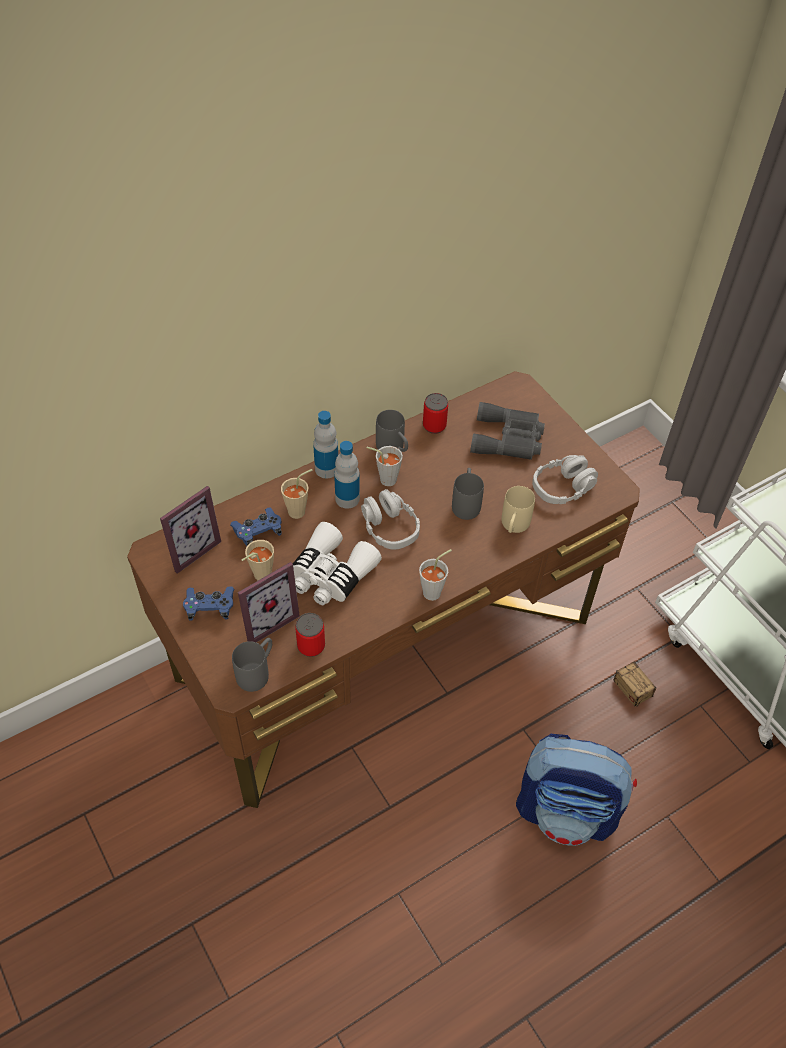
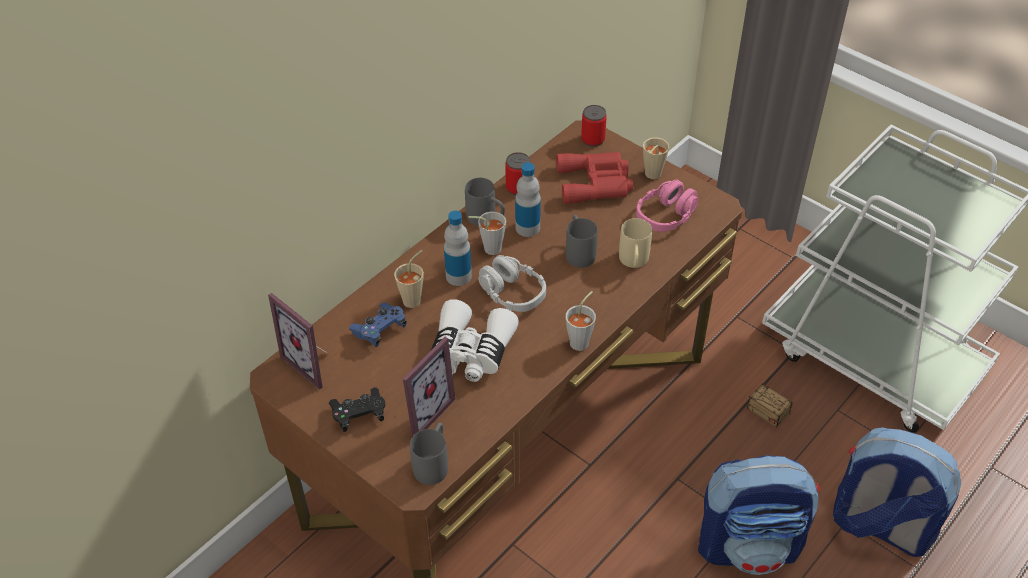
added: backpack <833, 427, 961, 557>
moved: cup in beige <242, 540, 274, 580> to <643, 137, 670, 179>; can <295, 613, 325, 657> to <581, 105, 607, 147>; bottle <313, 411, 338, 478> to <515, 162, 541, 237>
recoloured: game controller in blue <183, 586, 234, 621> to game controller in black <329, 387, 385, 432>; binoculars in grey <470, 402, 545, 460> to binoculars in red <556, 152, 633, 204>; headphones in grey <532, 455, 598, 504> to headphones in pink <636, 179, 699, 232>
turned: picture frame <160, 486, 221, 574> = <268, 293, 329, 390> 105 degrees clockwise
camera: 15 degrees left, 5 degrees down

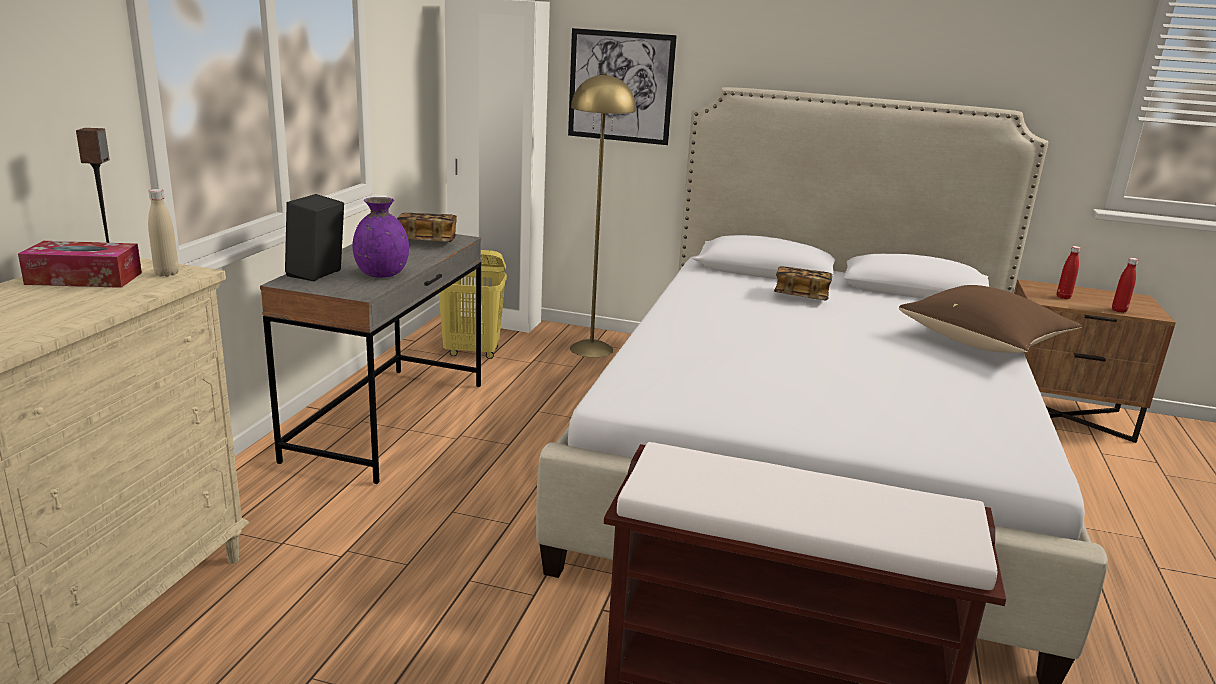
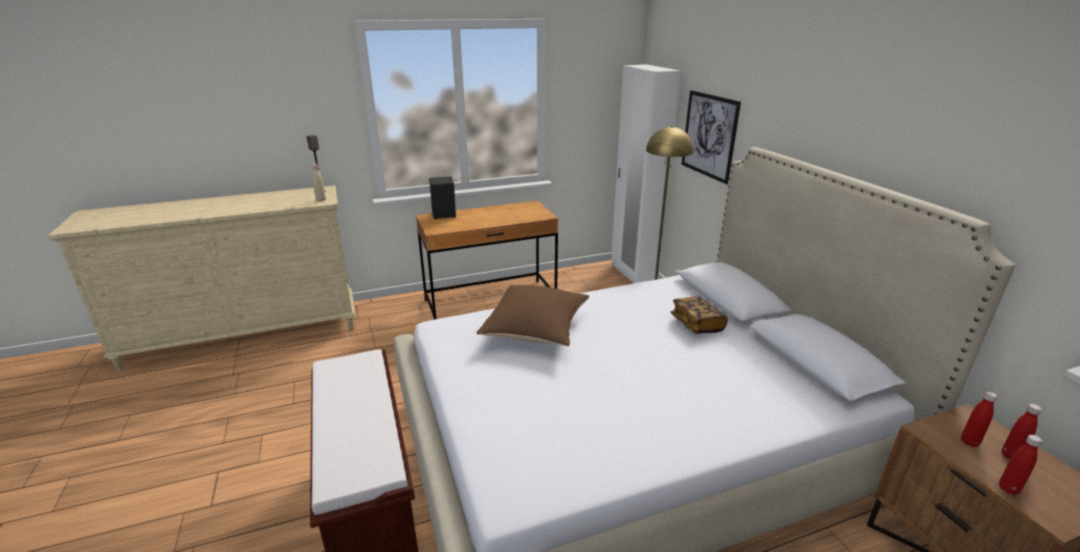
removed: tissue box <18, 241, 142, 288>; vase in purple <352, 197, 409, 278>; book <397, 213, 457, 242>; laundry basket in yellow <439, 250, 507, 359>
added: bottle in red <1002, 404, 1042, 459>
moved: pillow in brown <899, 285, 1082, 353> to <477, 285, 589, 346>
recoloured: desk in grey <260, 234, 481, 484> to desk in brown <416, 201, 558, 320>
camera: 55 degrees right, 5 degrees up

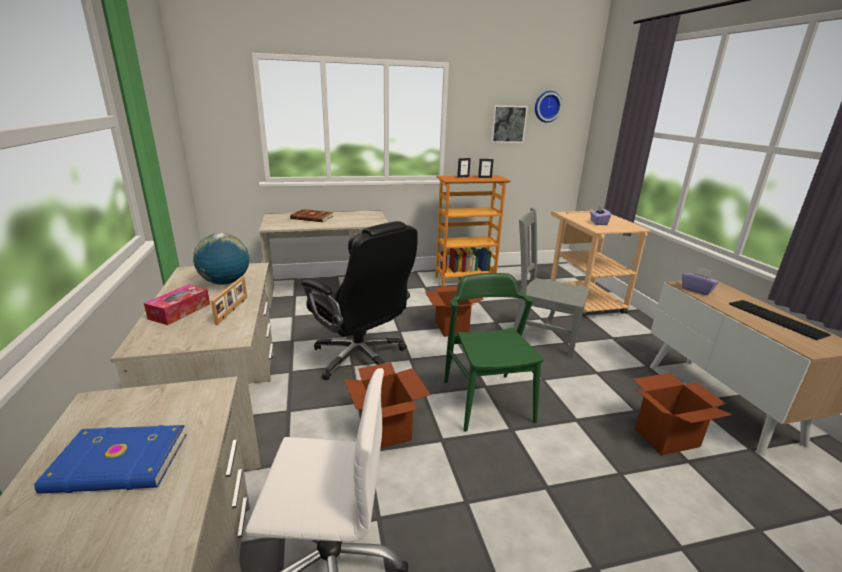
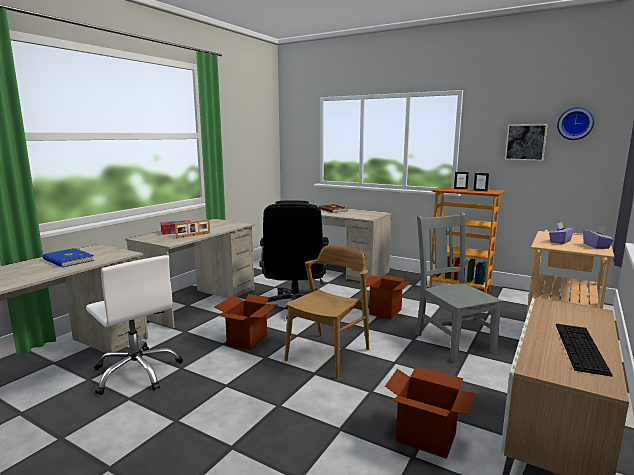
removed: globe <193, 233, 249, 285>
moved: tissue box in purple <682, 267, 719, 295> to <583, 226, 614, 249>
recoloured: chair in green <444, 273, 544, 432> to chair in brown <285, 245, 369, 379>
camera: 45 degrees right, 10 degrees down

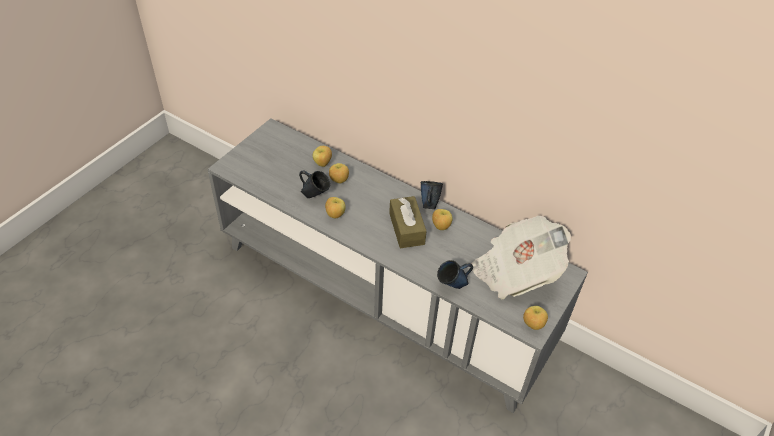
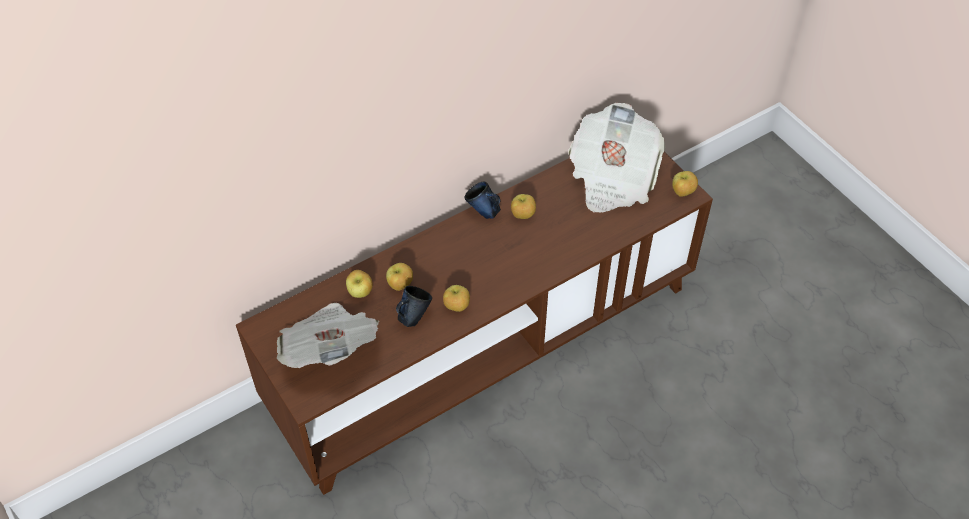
removed: tissue box in brown <389, 196, 427, 248>; mug in blue <437, 260, 473, 289>
added: newspaper <277, 303, 379, 368>
recoloured: tv stand in grey <208, 118, 588, 413> to tv stand in brown <236, 152, 713, 495>
camera: 65 degrees left, 5 degrees up

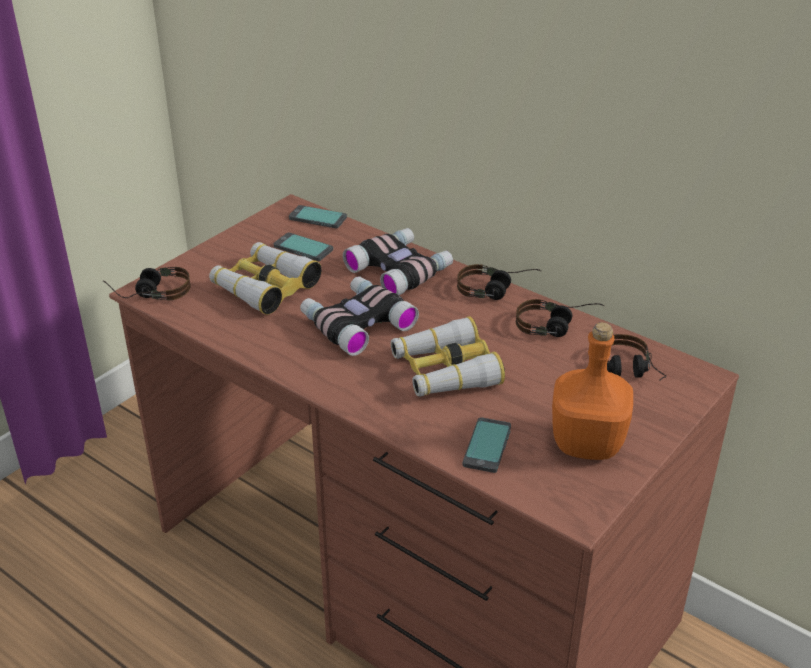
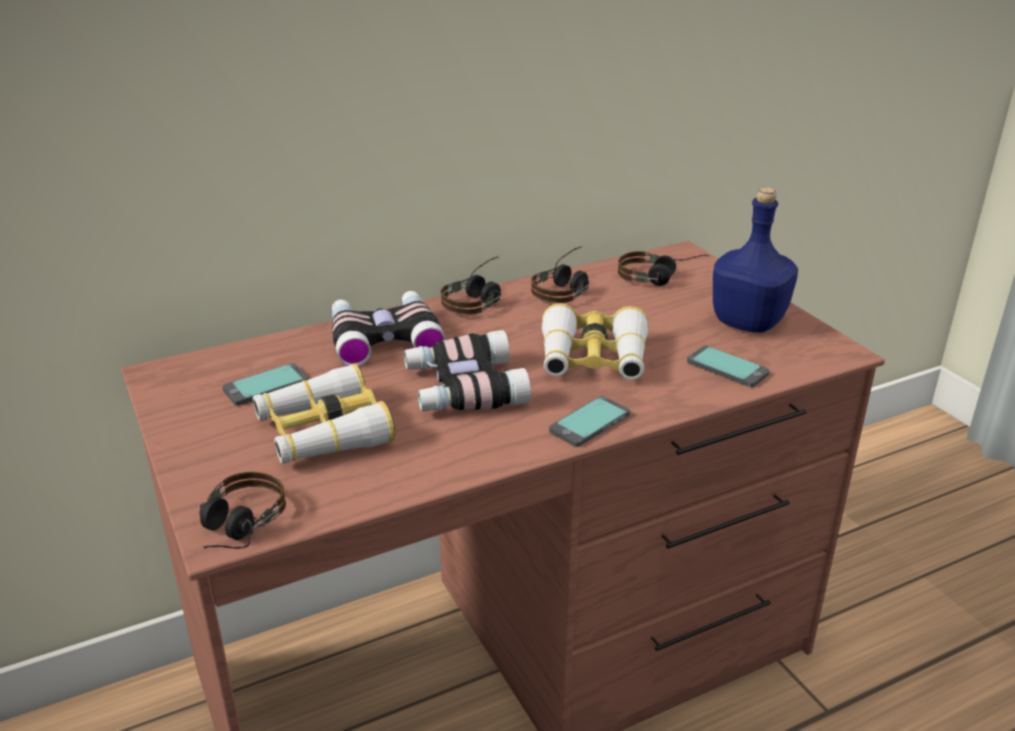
moved: phone <289, 205, 347, 228> to <549, 396, 630, 447>
recoloured: bottle in orange <552, 322, 633, 460> to bottle in blue <713, 187, 798, 333>
camera: 65 degrees left, 5 degrees down

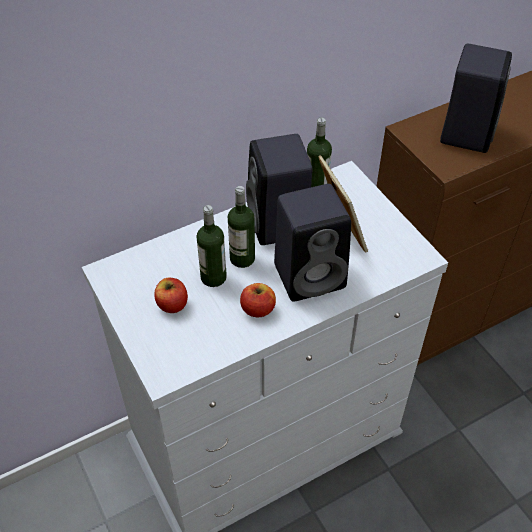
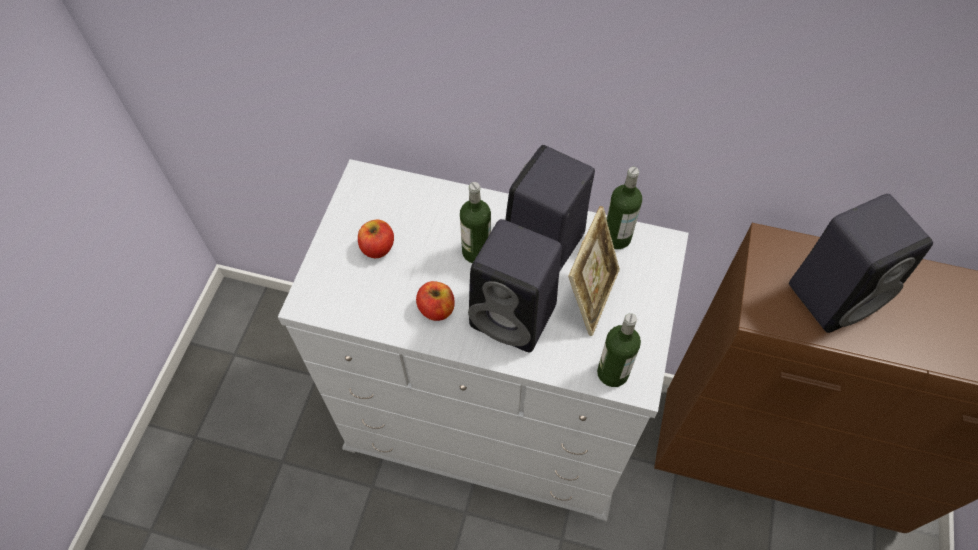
moved: bottle <196, 205, 227, 287> to <597, 313, 641, 387>
camera: 45 degrees right, 10 degrees up

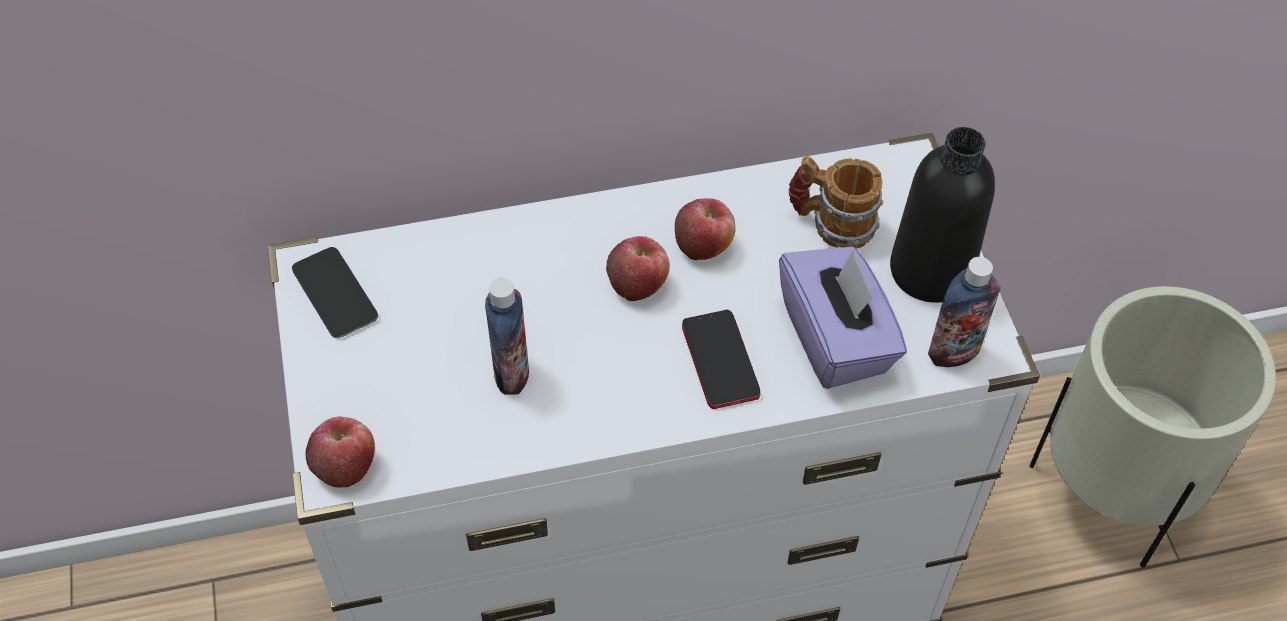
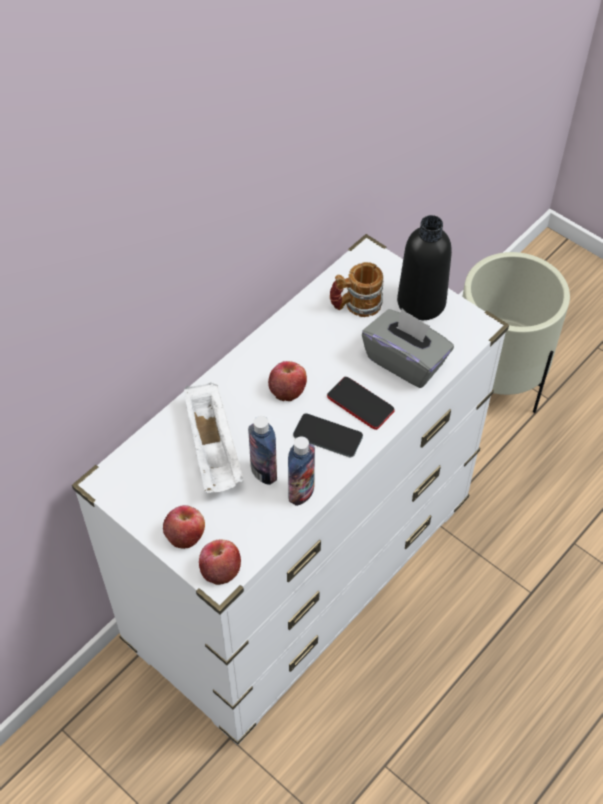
added: tray in white <184, 382, 243, 493>
moved: phone <292, 247, 378, 338> to <293, 413, 363, 457>; apple <675, 198, 736, 260> to <163, 505, 205, 549>; bottle <928, 257, 1001, 367> to <288, 436, 315, 506>
recoloured: tissue box in purple <779, 247, 907, 389> to tissue box in grey <362, 309, 454, 388>
camera: 35 degrees left, 0 degrees up

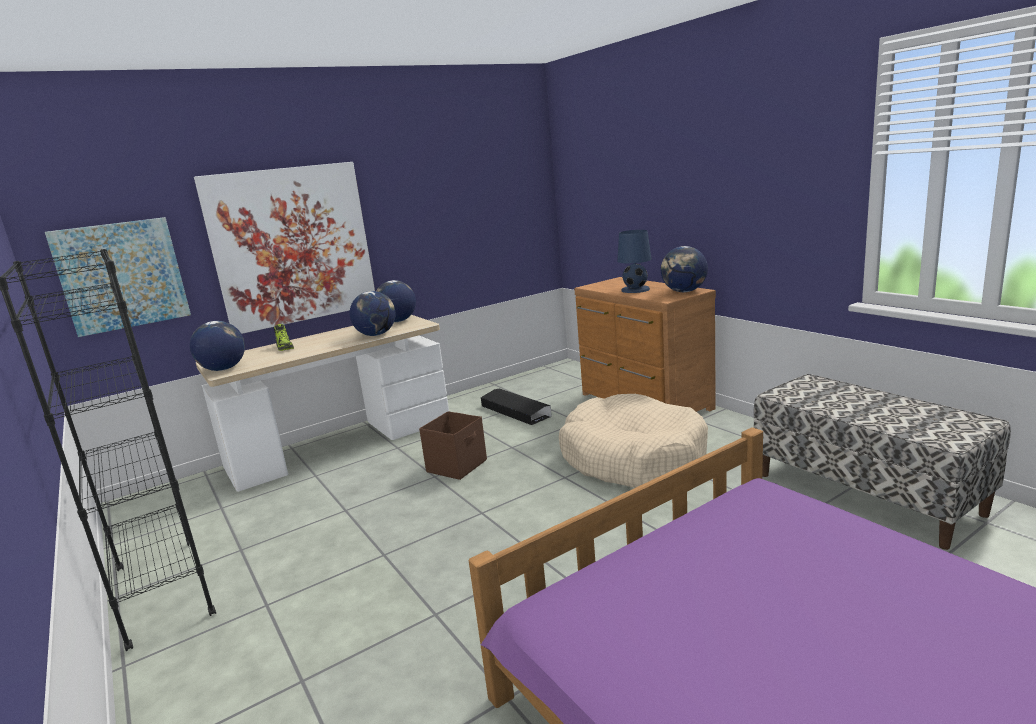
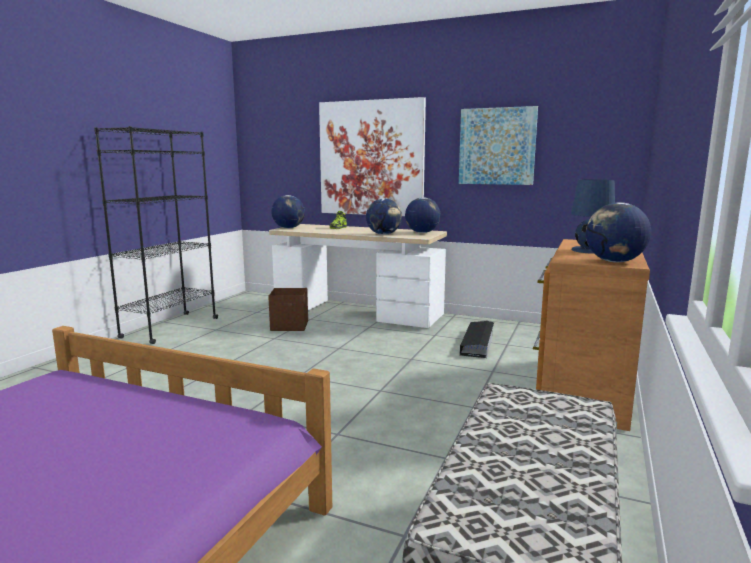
removed: dog bed in beige <559, 394, 708, 488>
moved: picture <45, 217, 191, 337> to <459, 106, 538, 185>; storage box in brown <419, 411, 487, 480> to <268, 288, 308, 331>
camera: 55 degrees right, 5 degrees down

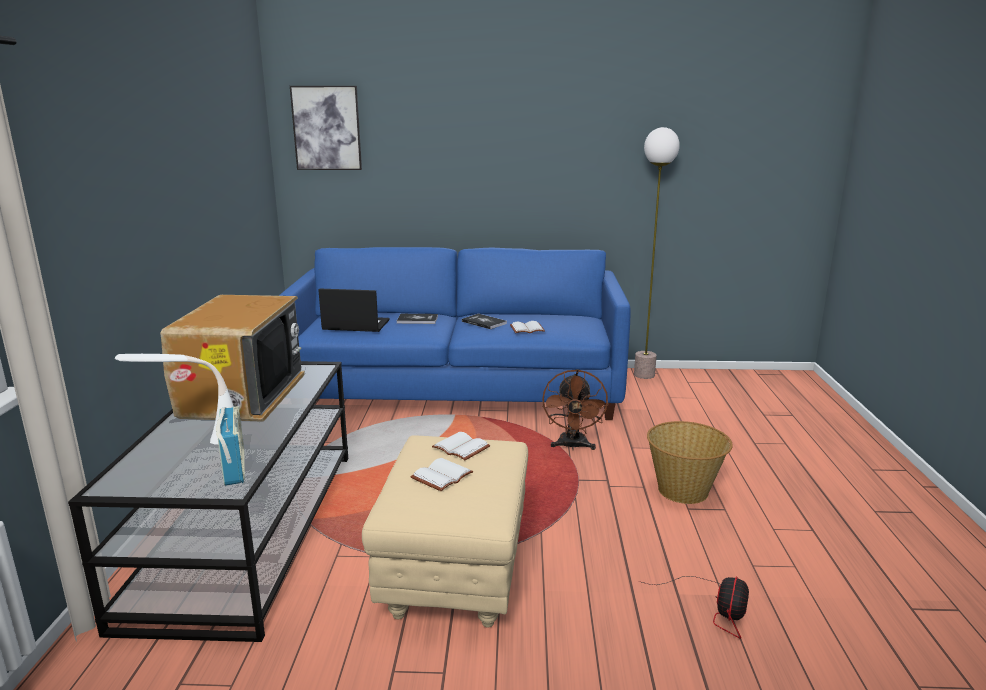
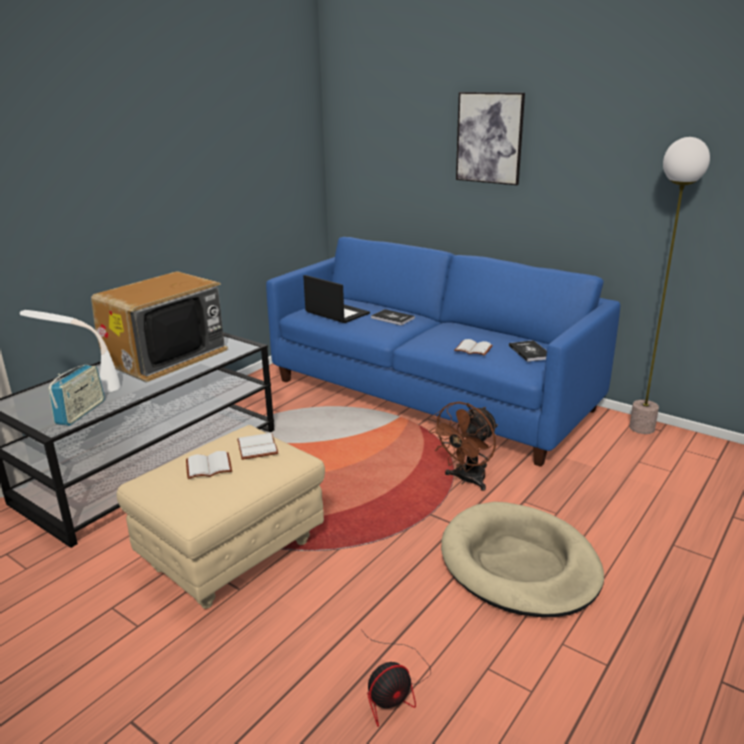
moved: picture <290, 86, 362, 170> to <456, 92, 525, 185>; book <462, 314, 507, 330> to <509, 340, 547, 362>
replaced: basket <647, 421, 733, 504> to dog bed in beige <441, 502, 604, 617>
camera: 35 degrees right, 5 degrees up

